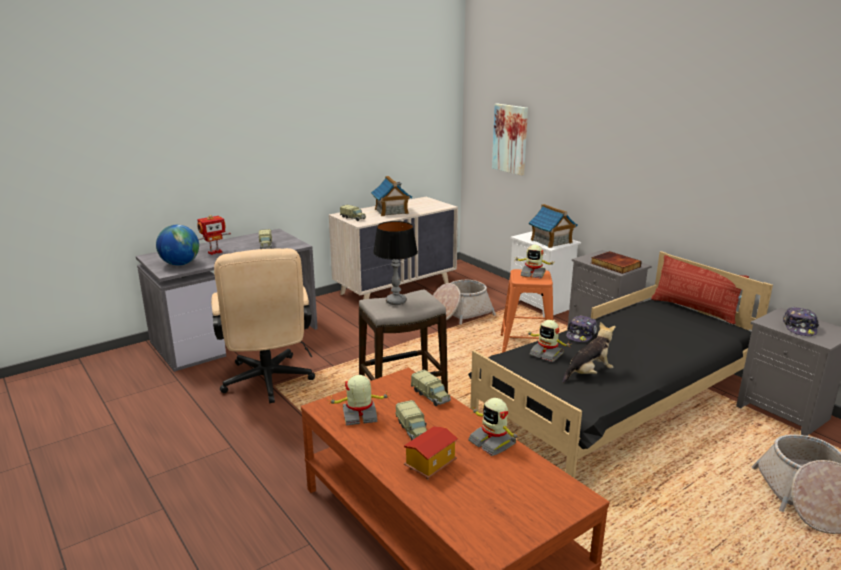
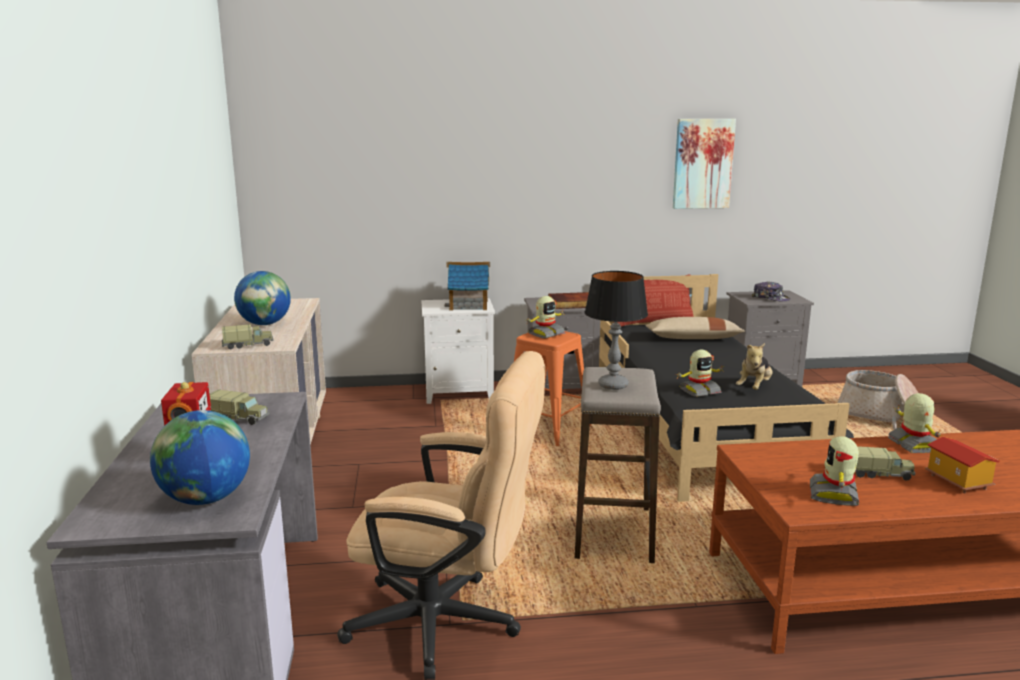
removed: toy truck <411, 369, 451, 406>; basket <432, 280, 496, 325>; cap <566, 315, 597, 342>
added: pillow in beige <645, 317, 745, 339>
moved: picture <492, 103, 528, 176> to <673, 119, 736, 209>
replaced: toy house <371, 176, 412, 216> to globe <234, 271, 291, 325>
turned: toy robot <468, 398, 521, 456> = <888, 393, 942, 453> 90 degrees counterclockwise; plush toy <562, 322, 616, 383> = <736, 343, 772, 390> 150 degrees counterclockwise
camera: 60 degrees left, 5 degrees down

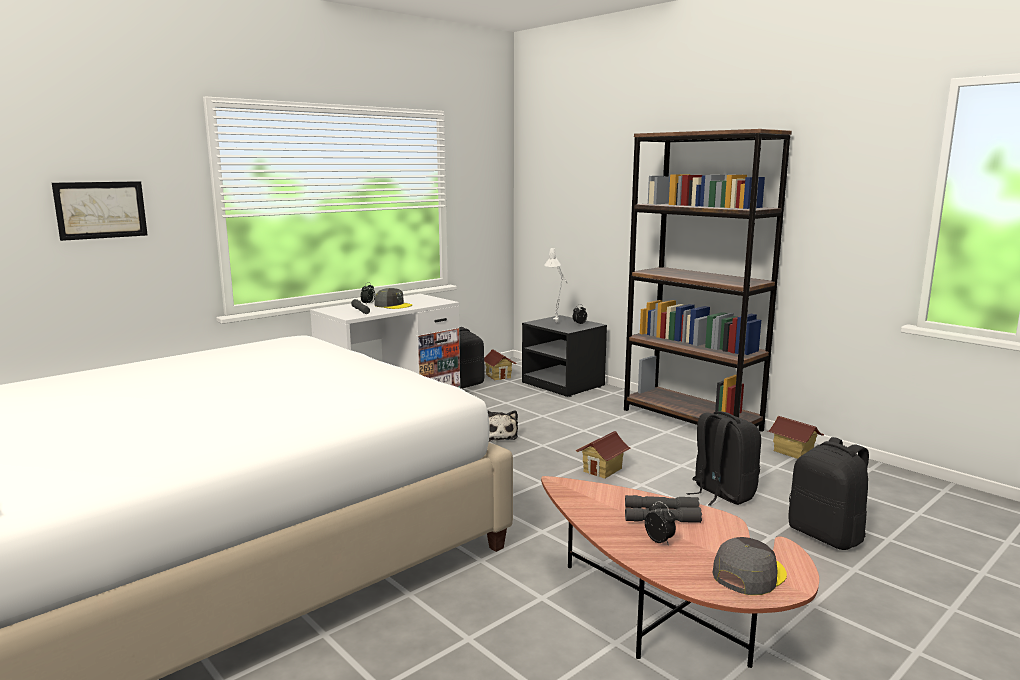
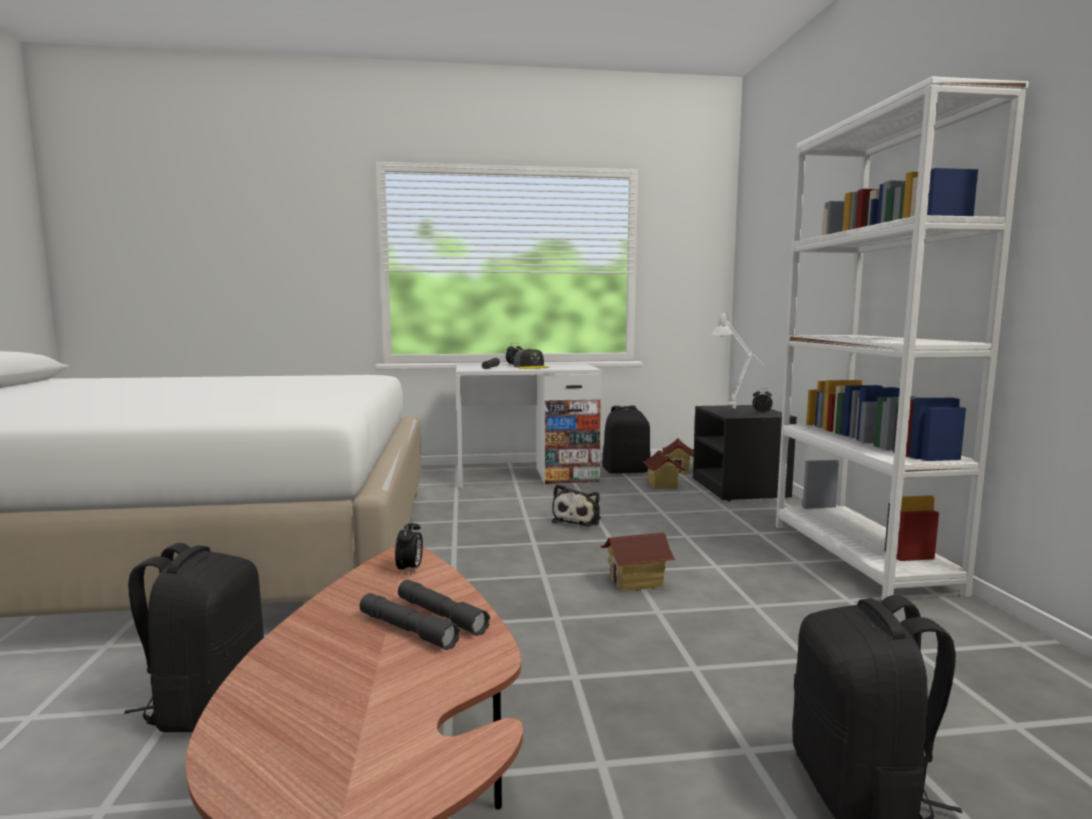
removed: picture <52, 181, 148, 241>; cap in grey <713, 537, 787, 595>
moved: alarm clock <645, 501, 676, 545> to <395, 518, 423, 575>; backpack in black <686, 411, 761, 506> to <124, 543, 264, 732>; toy house <768, 416, 824, 459> to <642, 450, 685, 489>
recoloured: bookcase in brown <624, 129, 792, 432> to bookcase in white <776, 76, 1029, 600>
camera: 35 degrees right, 5 degrees down

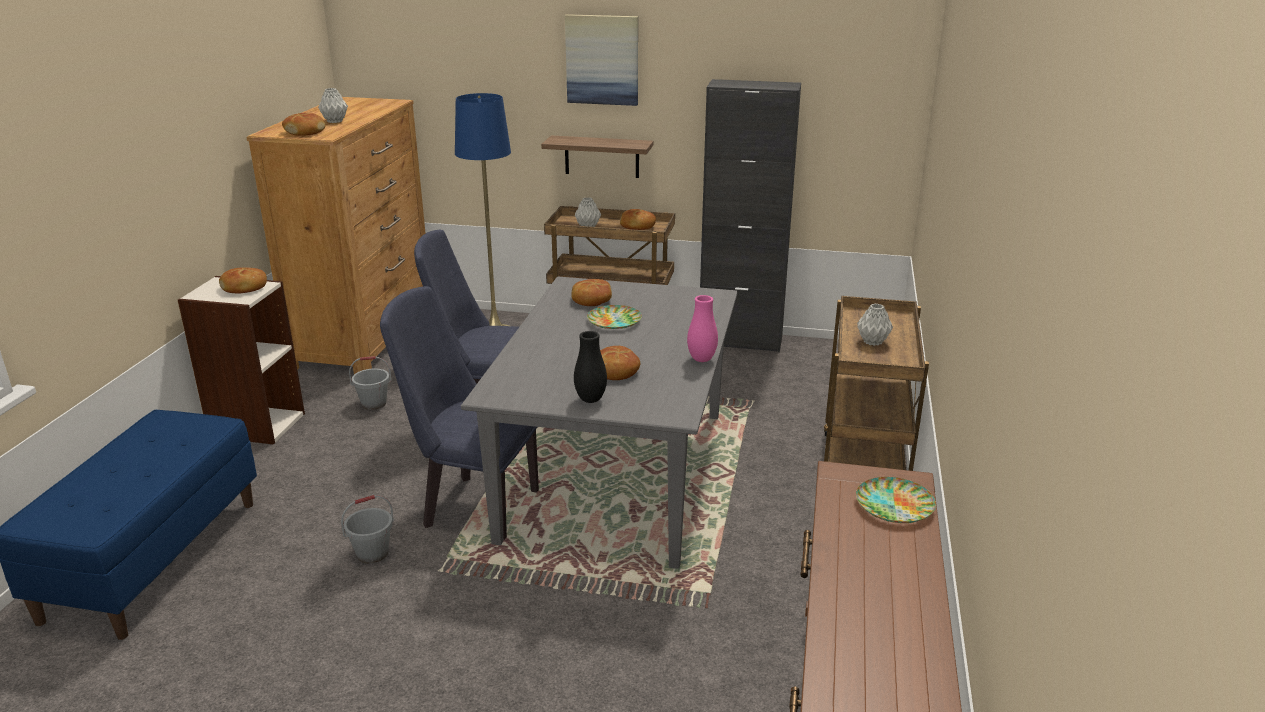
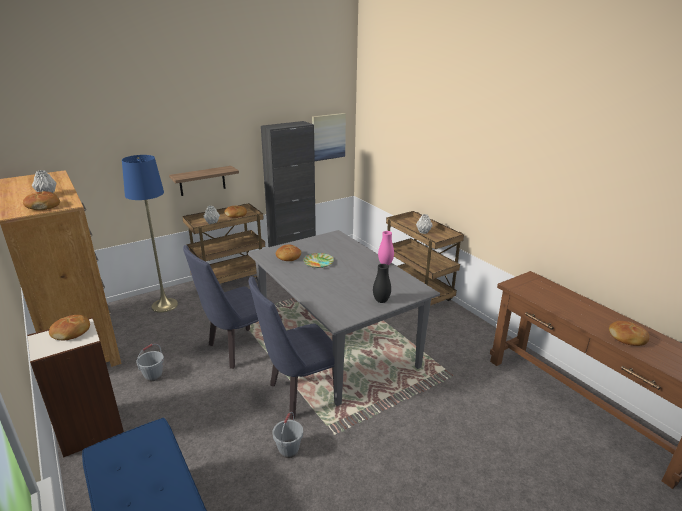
removed: plate <856, 477, 936, 523>
moved: picture <565, 14, 638, 106> to <312, 113, 346, 161>; bread <600, 346, 641, 380> to <609, 321, 650, 346>
camera: 45 degrees left, 0 degrees up

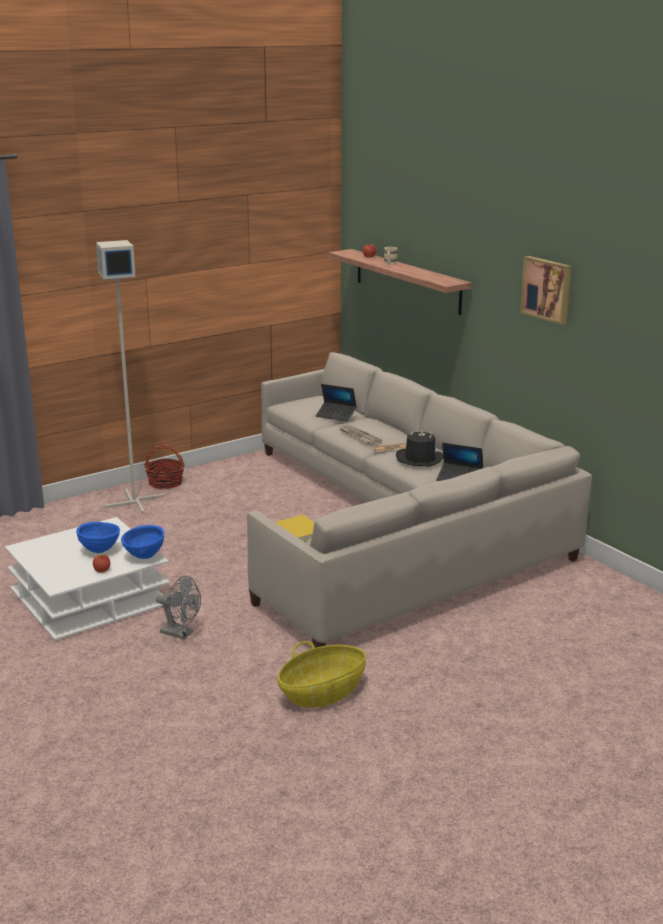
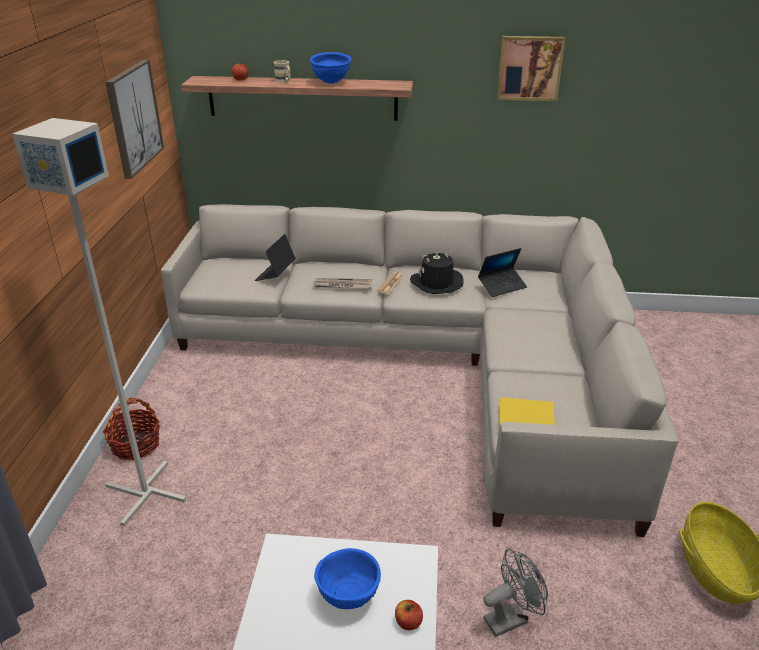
added: picture <105, 60, 164, 179>
moved: bowl in blue <121, 525, 164, 559> to <310, 52, 351, 84>
turned: laptop <316, 384, 357, 422> = <255, 234, 296, 281> 135 degrees clockwise
camera: 50 degrees left, 10 degrees up

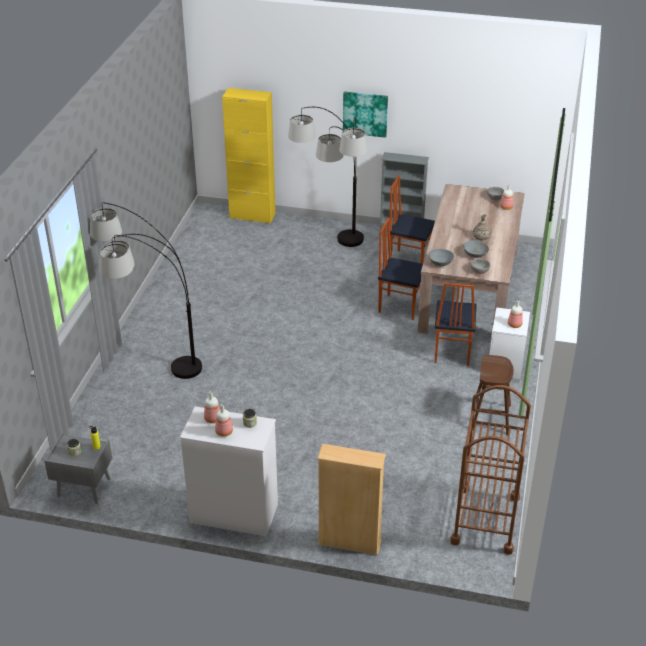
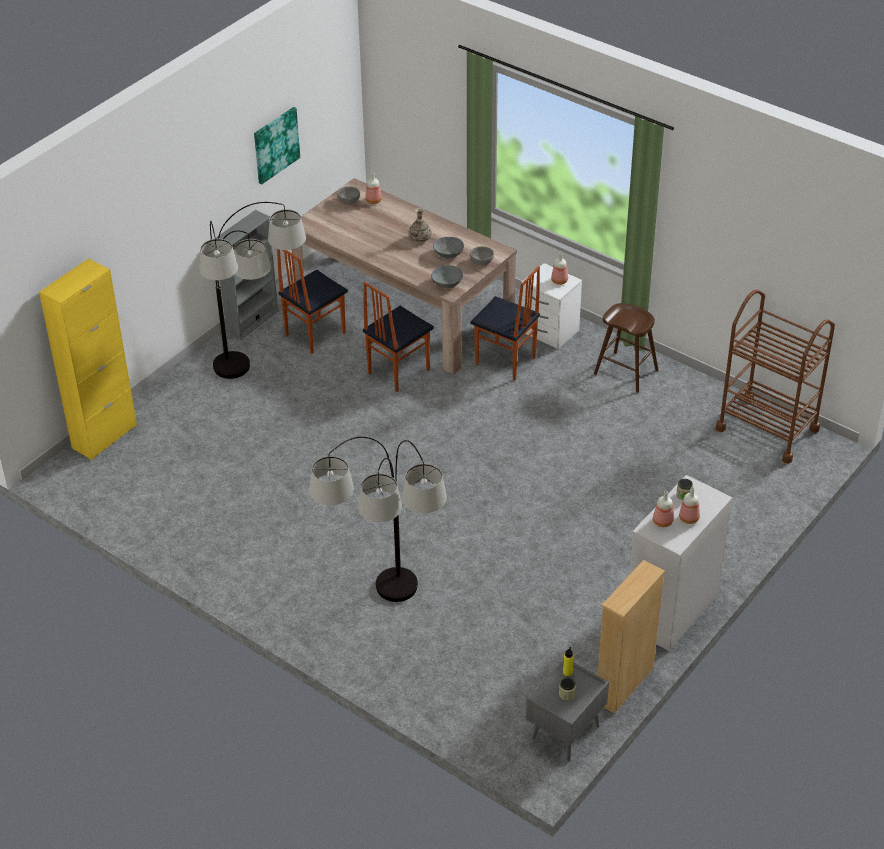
moved: bookcase in beige <317, 444, 386, 555> to <598, 560, 665, 714>; picture <343, 91, 388, 138> to <254, 107, 300, 184>
camera: 65 degrees left, 5 degrees up

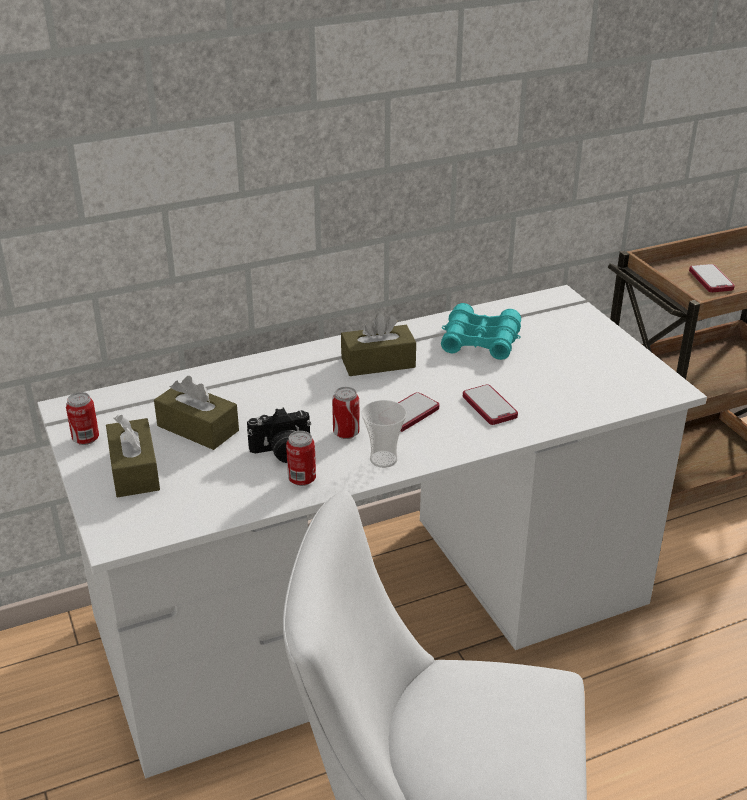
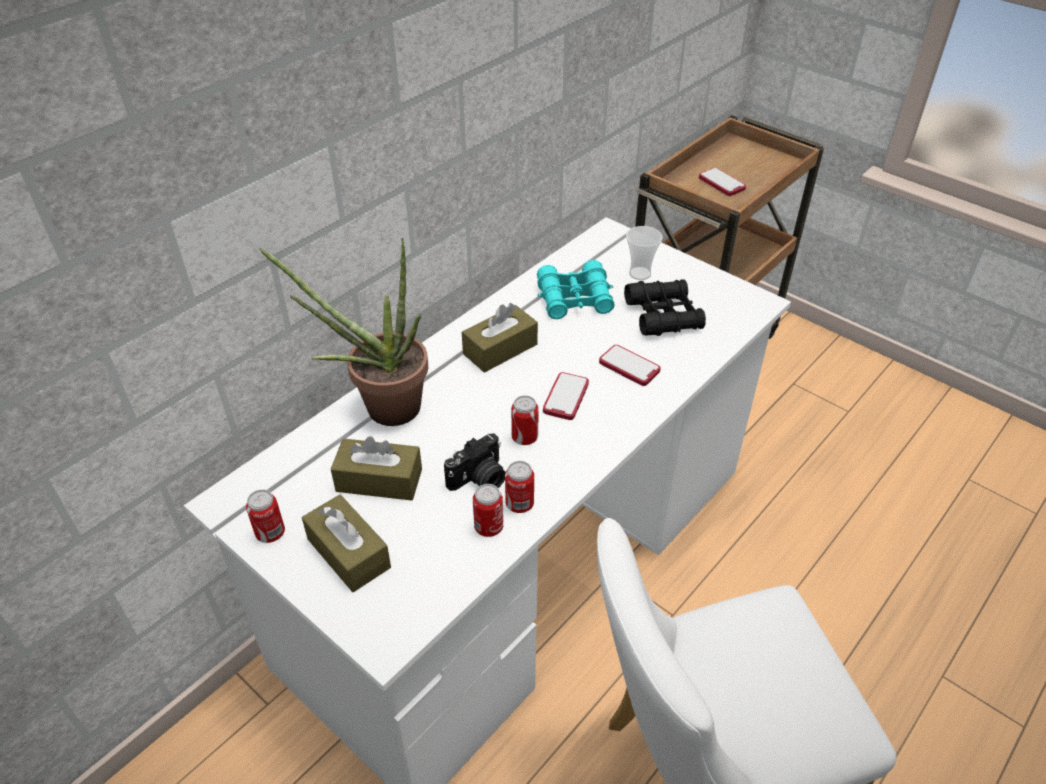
added: potted plant <259, 238, 428, 426>; can <473, 484, 503, 537>; binoculars in black <624, 279, 706, 336>
moved: cup <361, 400, 407, 468> to <626, 226, 663, 280>
camera: 25 degrees left, 10 degrees up

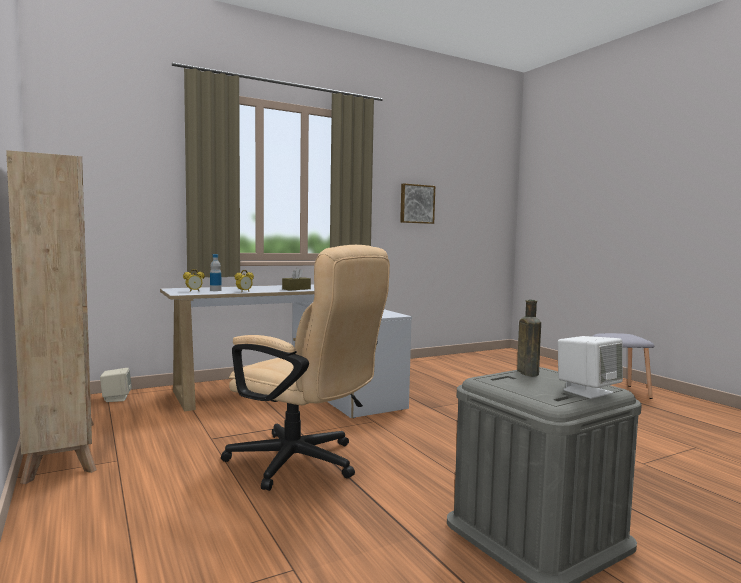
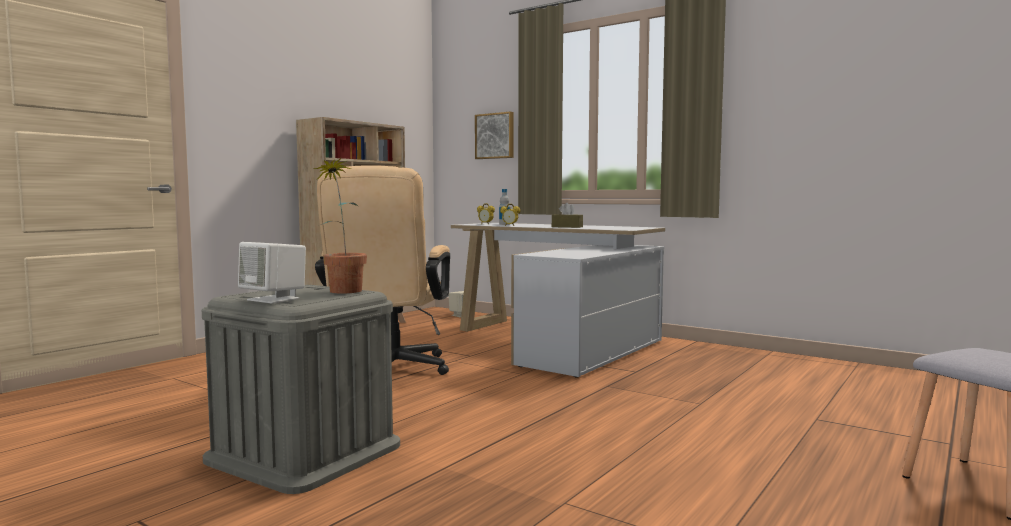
moved: picture <400, 183, 435, 224> to <475, 112, 514, 159>
replaced: bottle in brown <517, 300, 541, 376> to potted plant <313, 158, 367, 294>
camera: 65 degrees right, 0 degrees up

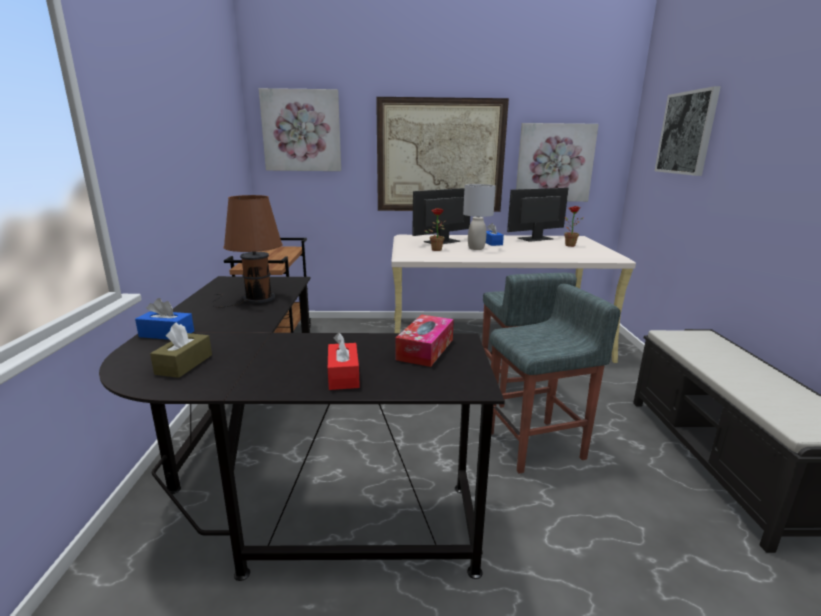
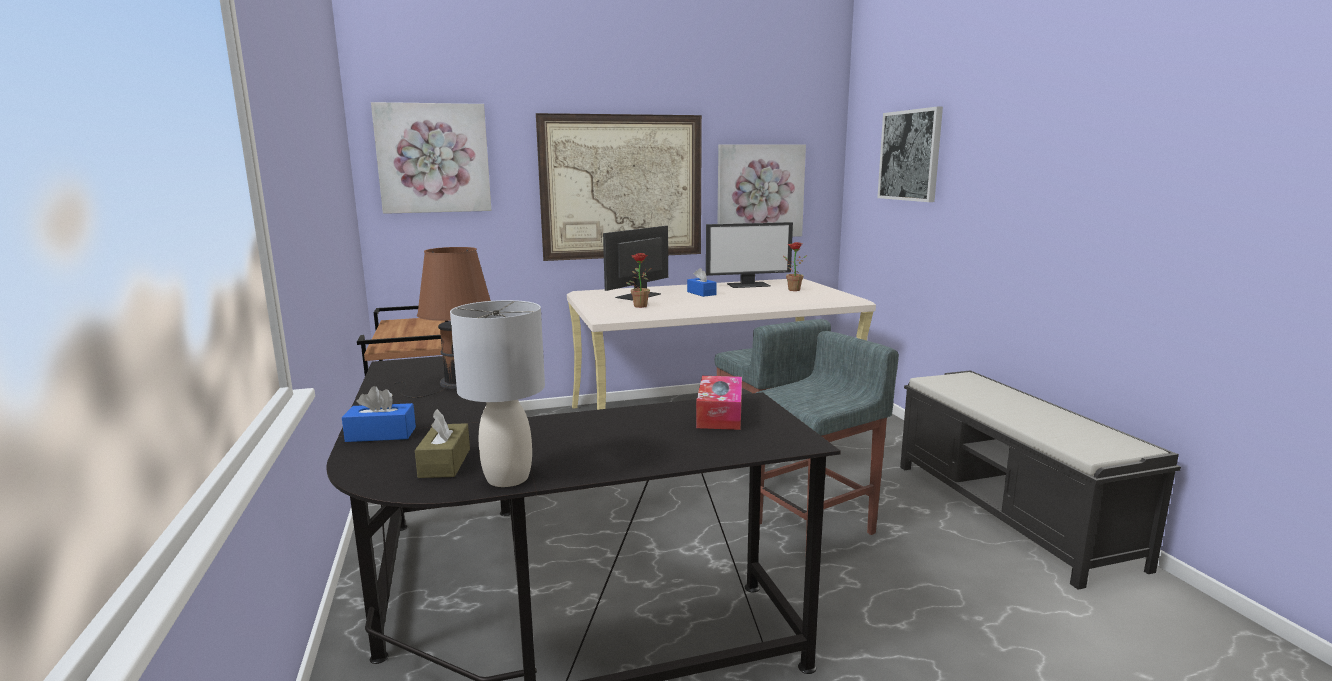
removed: tissue box in red <328, 333, 360, 390>
moved: table lamp in grey <463, 184, 496, 250> to <450, 300, 545, 487>
turned: monitor <507, 188, 569, 242> = <706, 222, 793, 288> 150 degrees counterclockwise
camera: 15 degrees left, 5 degrees down

